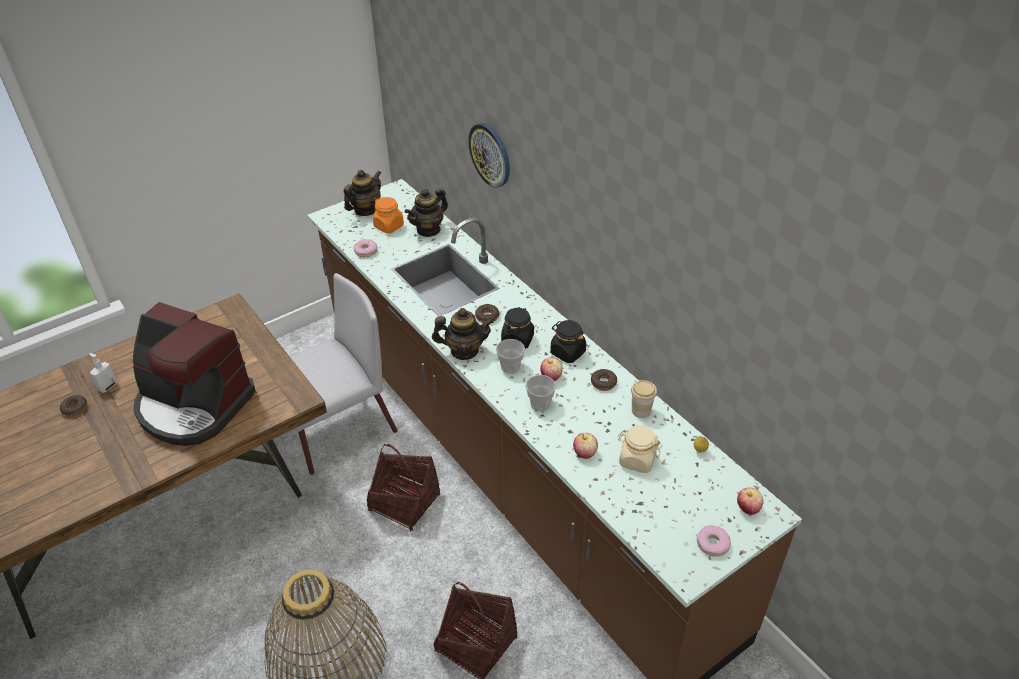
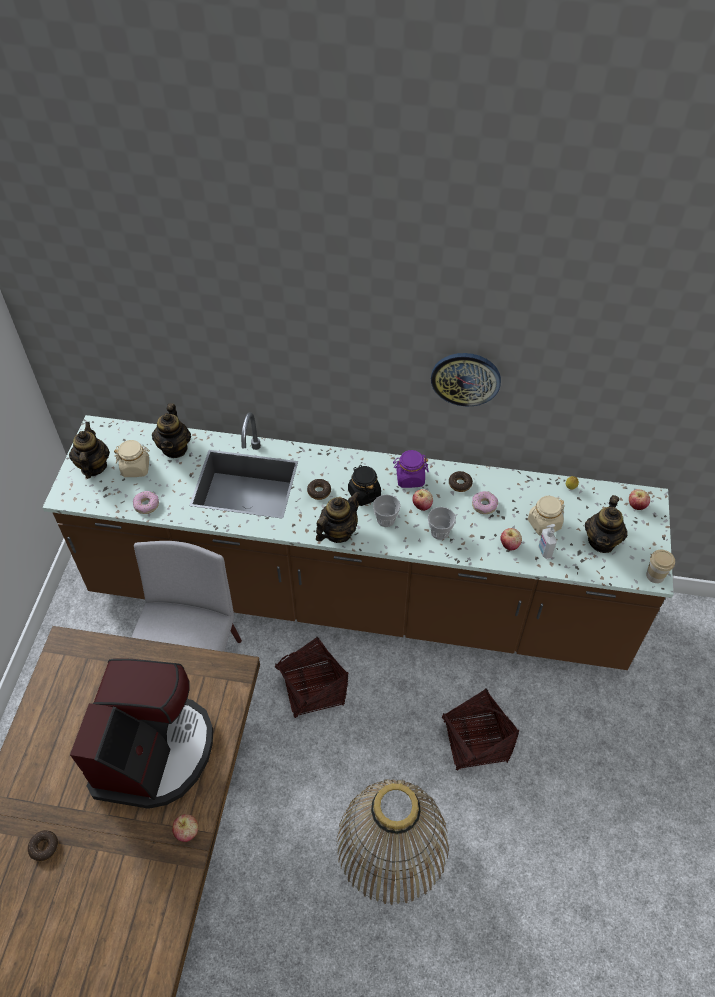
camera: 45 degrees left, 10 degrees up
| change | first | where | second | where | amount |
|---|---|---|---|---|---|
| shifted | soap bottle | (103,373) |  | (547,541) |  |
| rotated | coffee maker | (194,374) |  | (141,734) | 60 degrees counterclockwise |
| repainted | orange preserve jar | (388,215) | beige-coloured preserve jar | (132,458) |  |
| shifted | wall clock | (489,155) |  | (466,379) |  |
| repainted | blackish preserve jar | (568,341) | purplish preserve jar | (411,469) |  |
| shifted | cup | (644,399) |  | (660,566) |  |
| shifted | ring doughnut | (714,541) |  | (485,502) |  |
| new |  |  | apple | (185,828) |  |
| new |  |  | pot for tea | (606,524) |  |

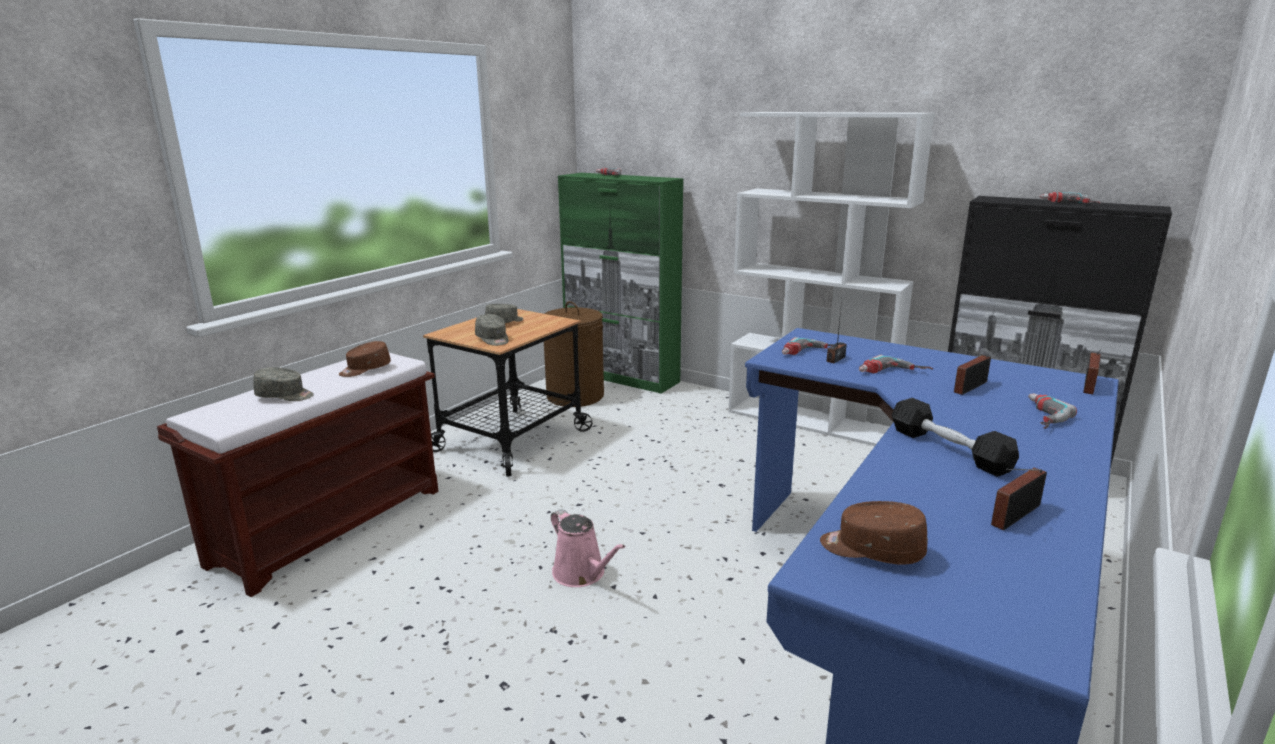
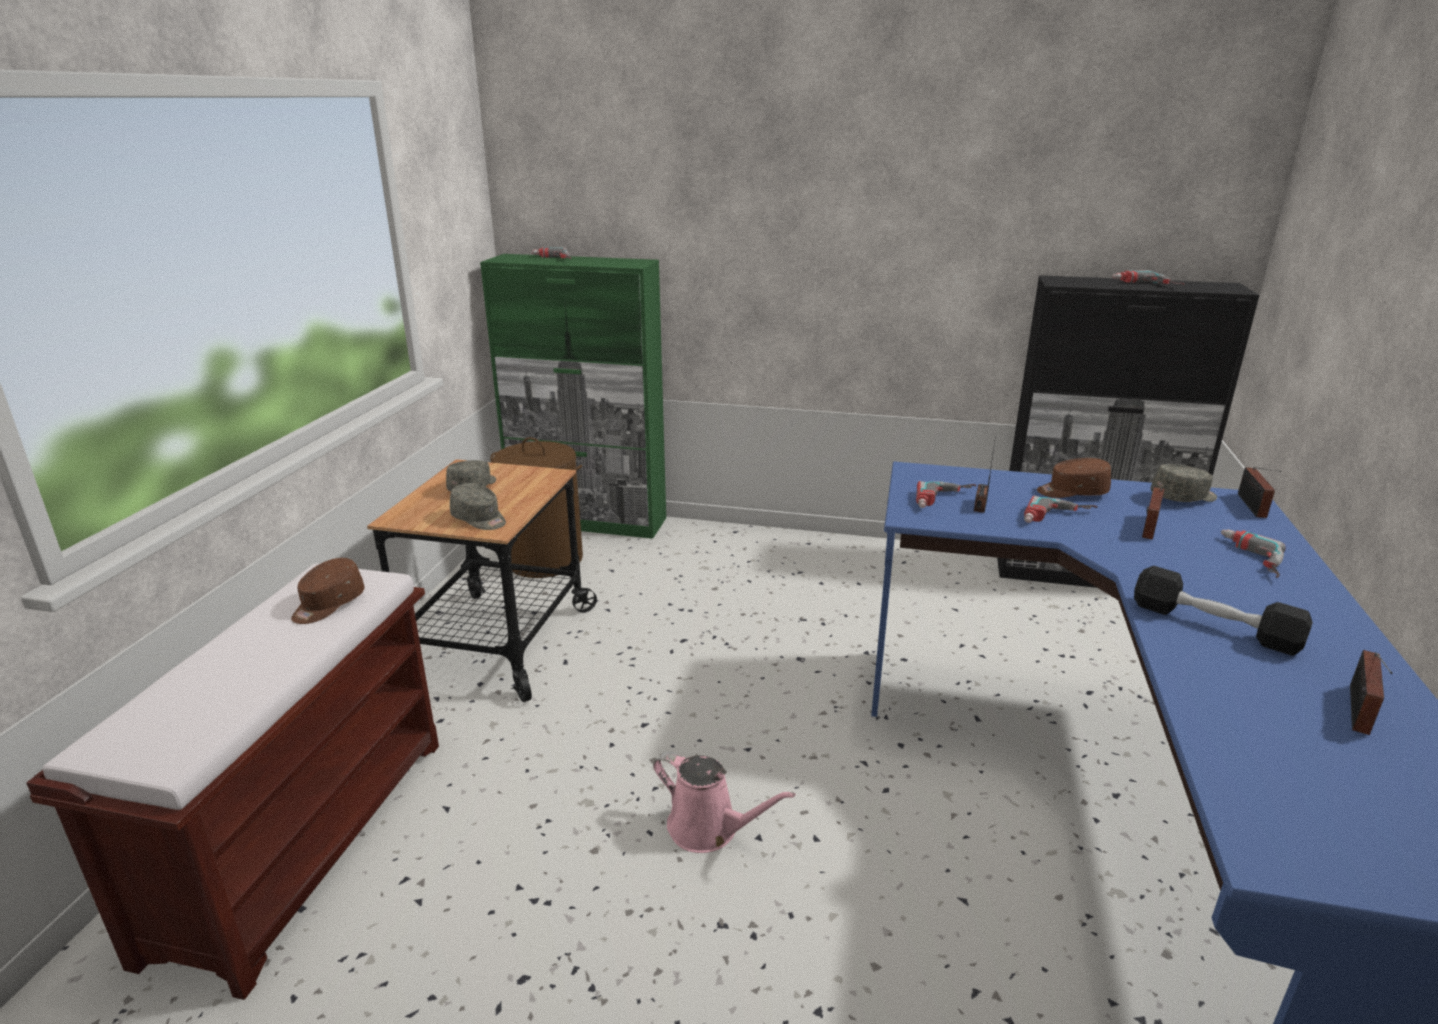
camera: 20 degrees left, 5 degrees up
| change | first | where | second | where | amount |
|---|---|---|---|---|---|
| shifted | greyish cap | (283,384) |  | (1183,483) |  |
| gone | whitish shelving unit | (831,279) |  |  |  |
| shifted | brown-coloured cap | (874,533) |  | (1074,478) |  |

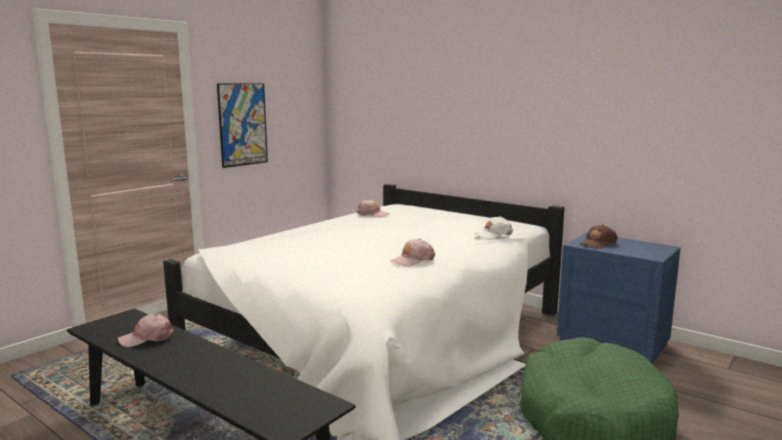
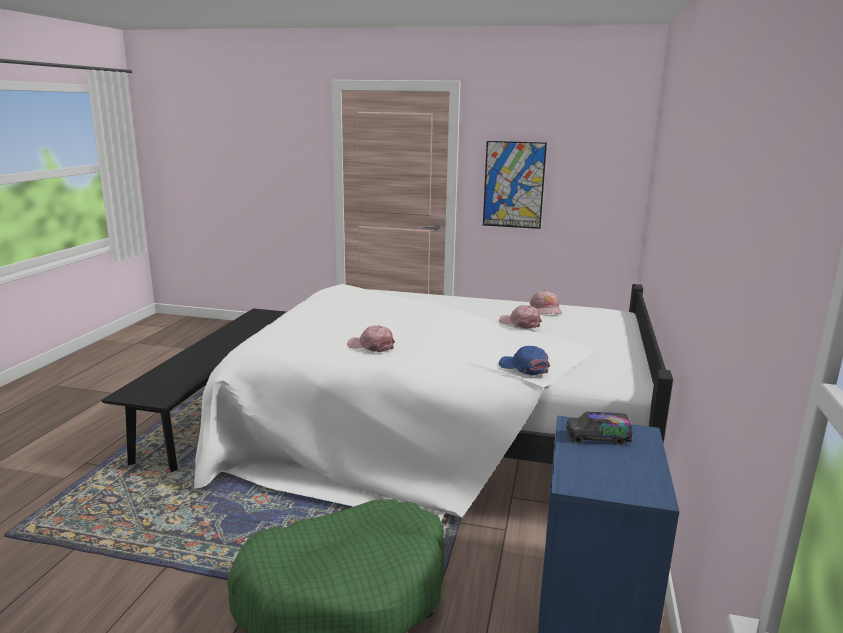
camera: 65 degrees right, 5 degrees up
| change | first | where | second | where | amount |
|---|---|---|---|---|---|
| shifted | pinkish cap | (146,330) |  | (520,317) |  |
| repainted | whitish cap | (493,227) | bluish cap | (524,361) |  |
| swapped | brown-coloured cap | (599,236) | toy lorry | (599,428) |  |

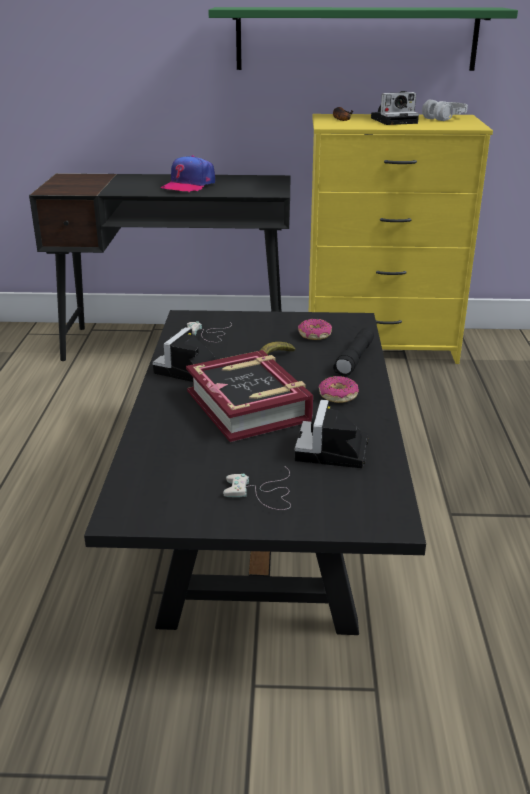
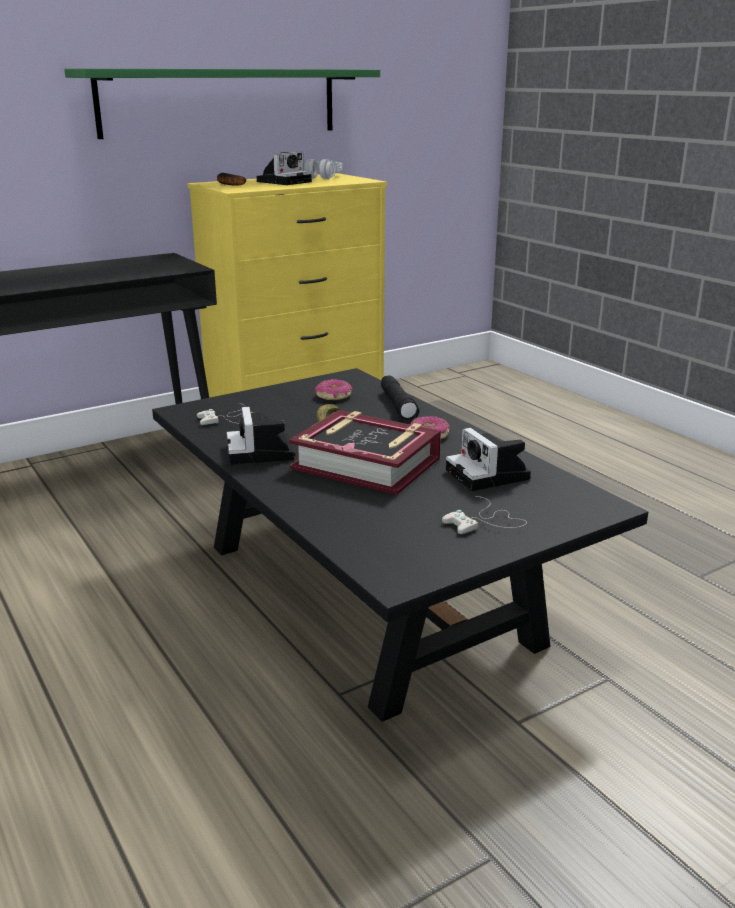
camera: 35 degrees left, 5 degrees down
| change | first | where | second | where | amount |
|---|---|---|---|---|---|
| gone | cap | (188,173) |  |  |  |

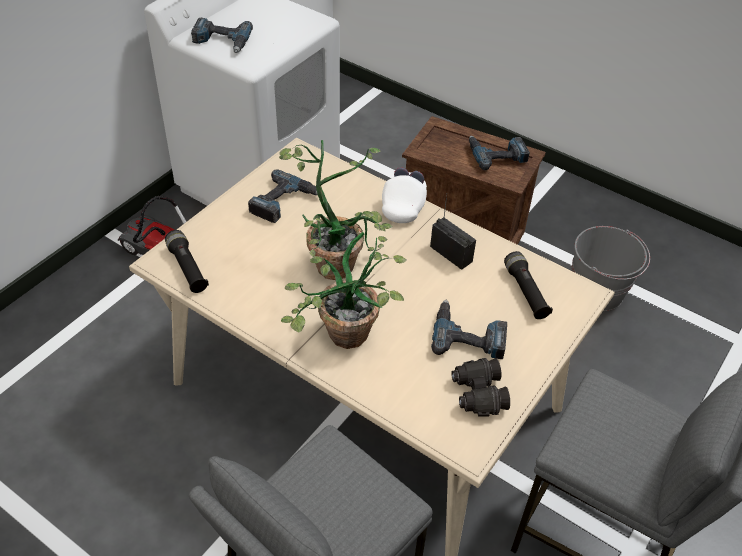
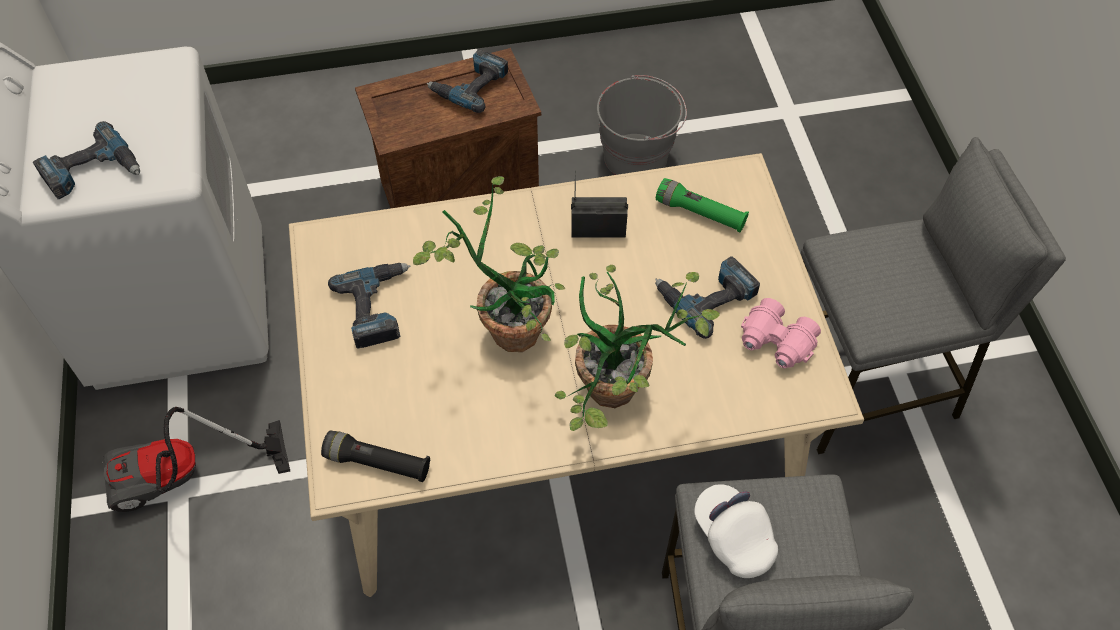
camera: 45 degrees left, 10 degrees up
| change | first | where | second | where | amount |
|---|---|---|---|---|---|
| shifted | whitish cap | (404,195) |  | (736,531) |  |
| repainted | blackish pair of binoculars | (480,387) | pinkish pair of binoculars | (781,333) |  |
| repainted | blackish hand torch | (528,285) | green hand torch | (702,205) |  |

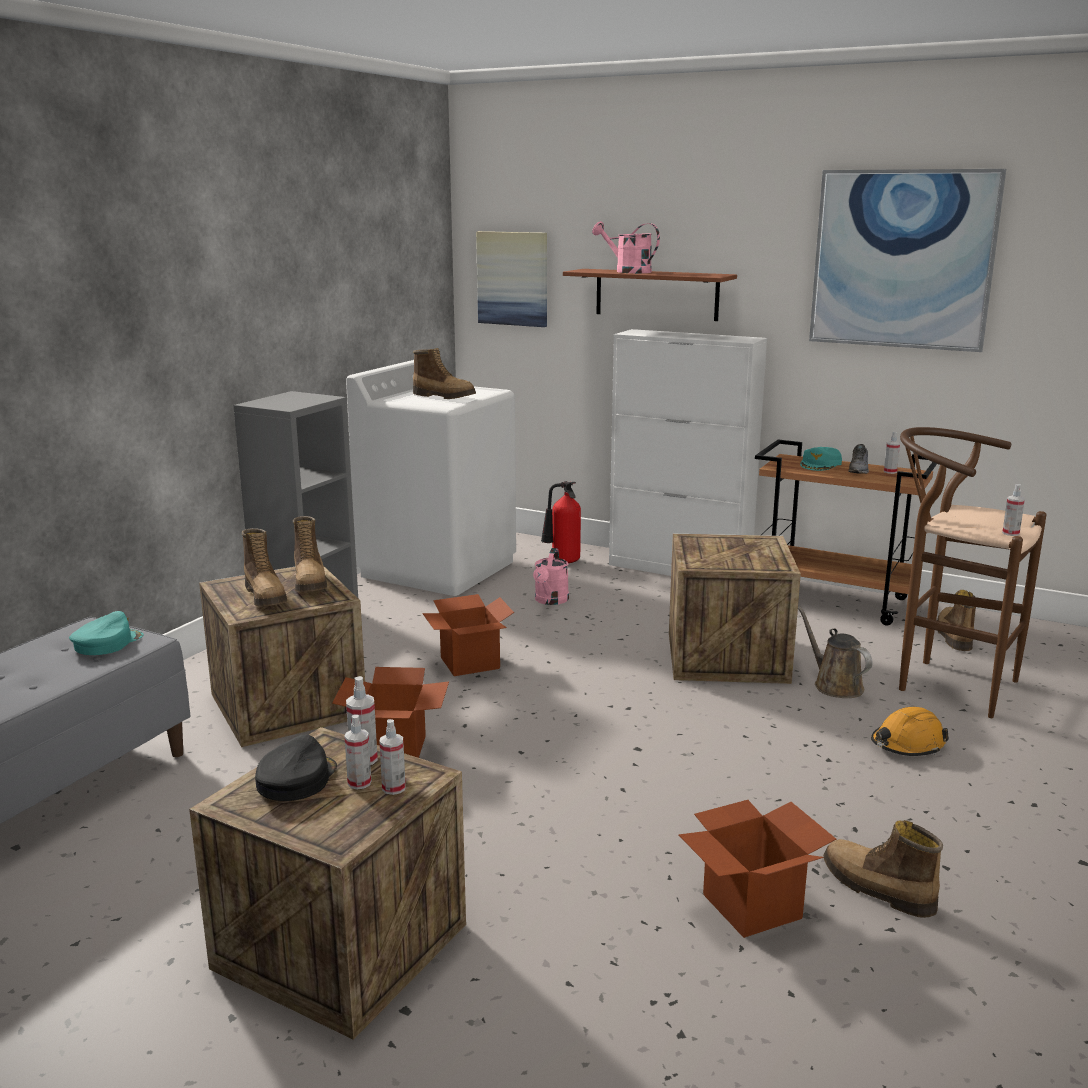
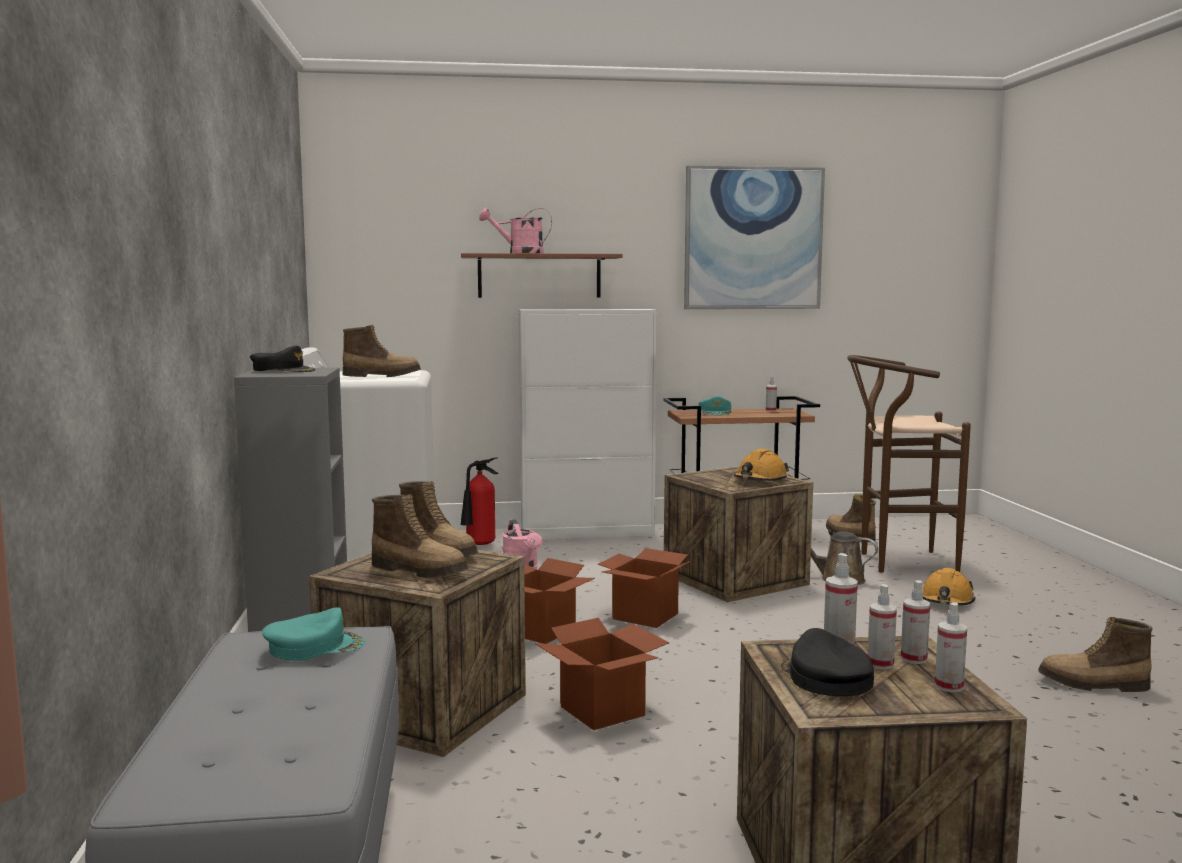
camera: 35 degrees left, 10 degrees down
| change | first | where | second | where | amount |
|---|---|---|---|---|---|
| rotated | turquoise cap | (106,633) |  | (313,634) | 75 degrees clockwise |
| gone | wall picture | (511,279) |  |  |  |
| shifted | packing box | (757,869) |  | (645,588) |  |
| gone | greyish item of footwear | (858,459) |  |  |  |
| shifted | spray bottle | (1013,510) |  | (951,647) |  |
| new |  |  | blackish cap | (282,359) |  |
| new |  |  | orange safety helmet | (761,465) |  |

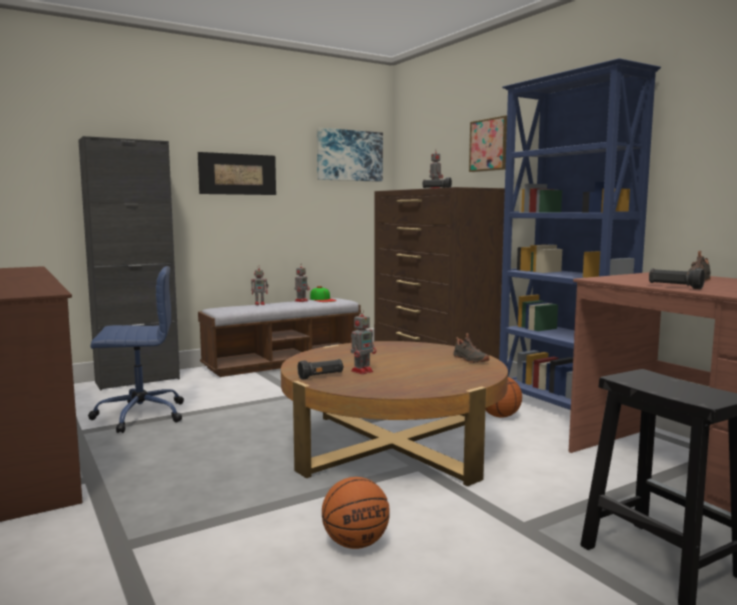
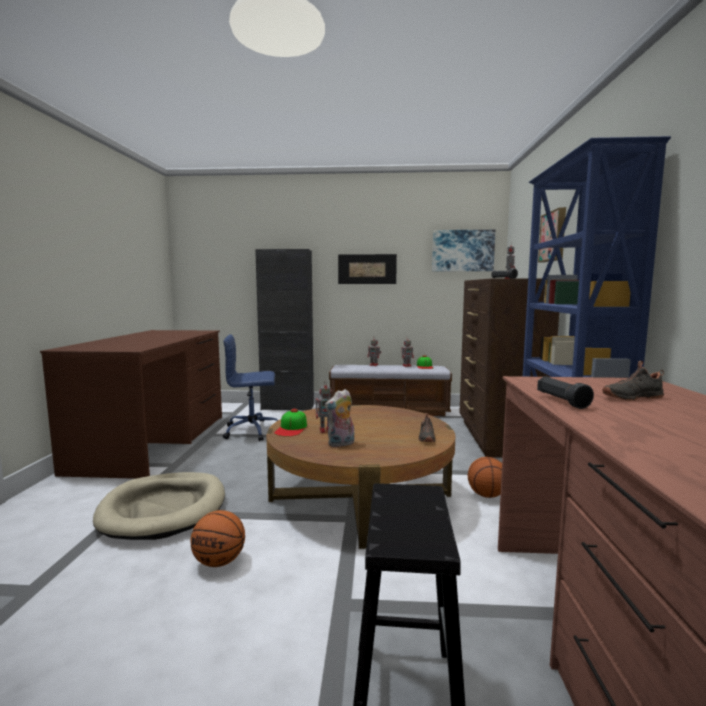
camera: 35 degrees right, 0 degrees up
| change | first | where | second | where | amount |
|---|---|---|---|---|---|
| rotated | bluish computer chair | (136,349) |  | (250,387) | 150 degrees clockwise |
| swapped | blackish hand torch | (320,369) | cap | (291,423) |  |
| new |  |  | beige-coloured dog bed | (159,506) |  |
| new |  |  | soft toy | (339,418) |  |

